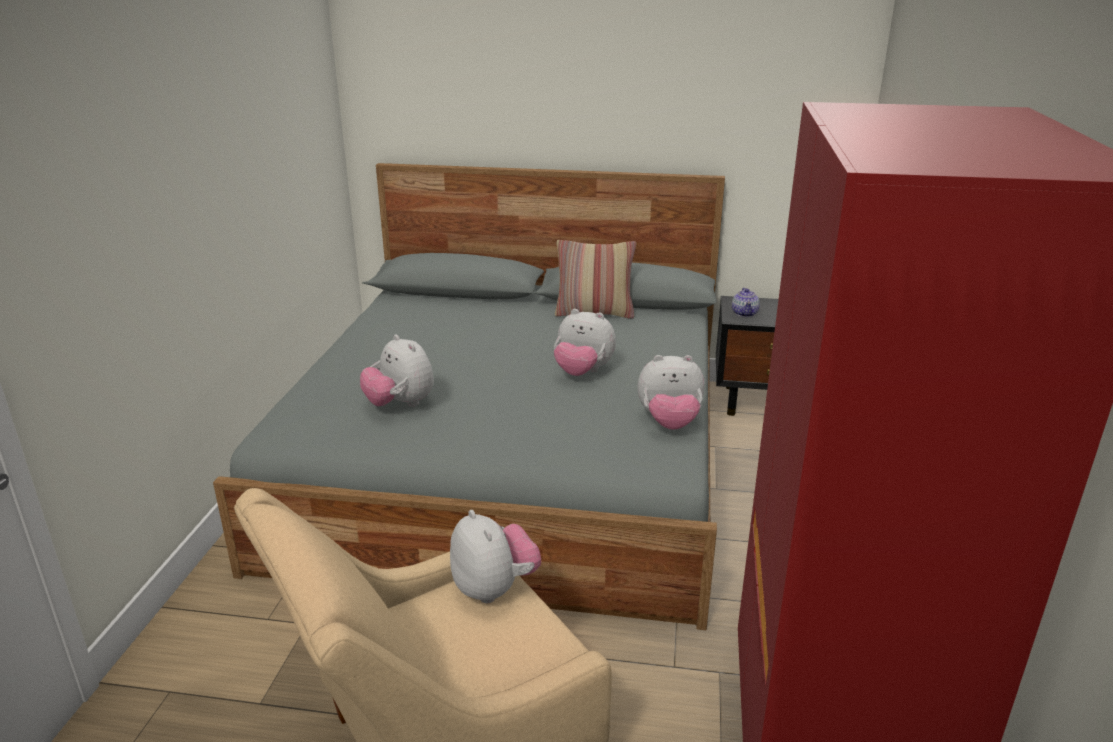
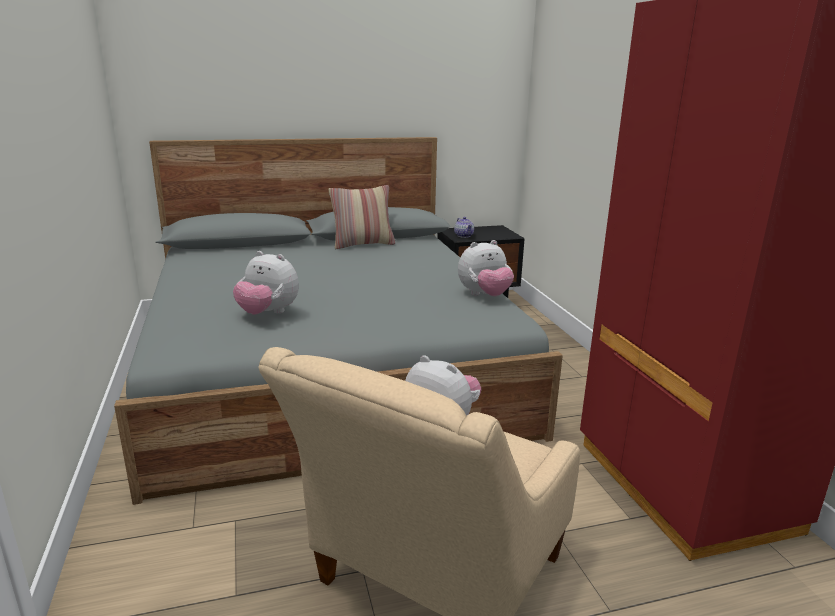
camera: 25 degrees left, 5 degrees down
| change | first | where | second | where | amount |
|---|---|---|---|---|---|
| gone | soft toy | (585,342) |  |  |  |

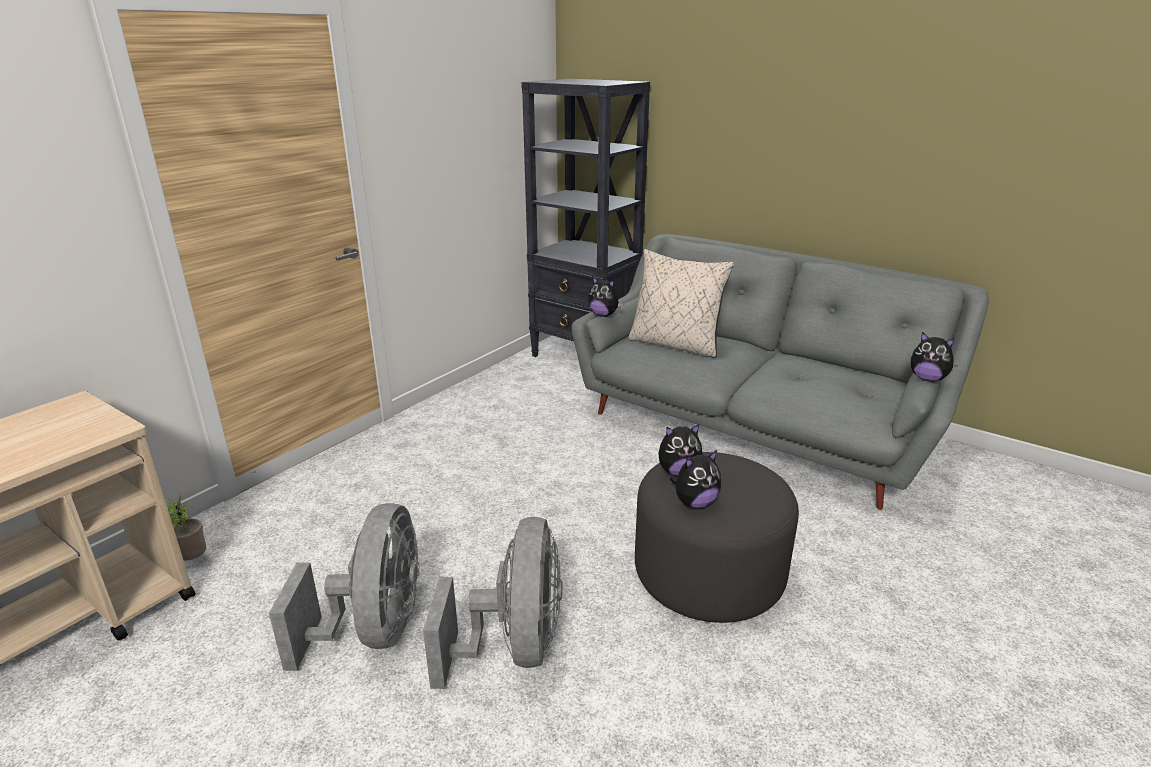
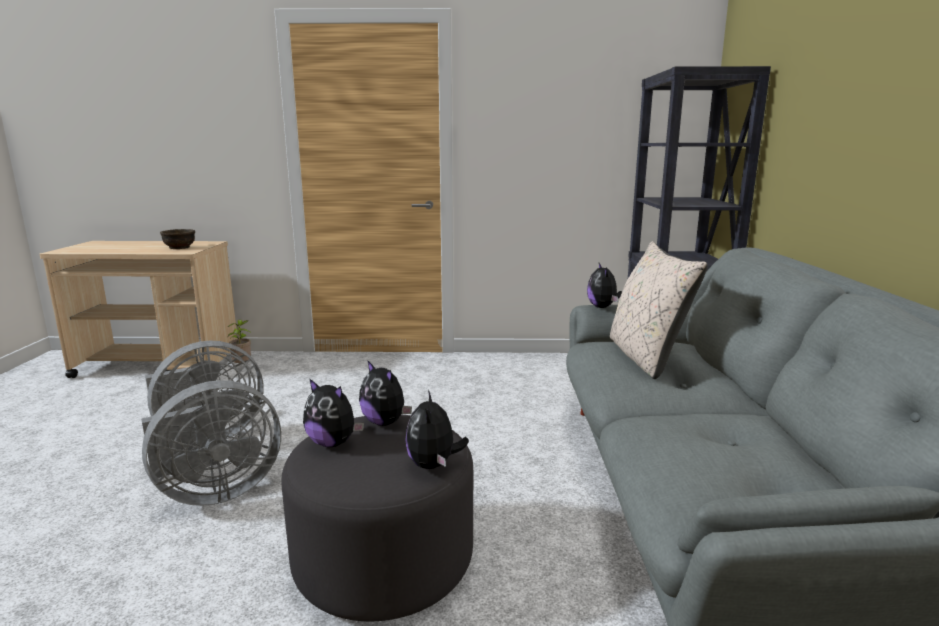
camera: 55 degrees right, 10 degrees down
| change | first | where | second | where | amount |
|---|---|---|---|---|---|
| shifted | soft toy | (934,357) |  | (437,429) |  |
| new |  |  | brown-coloured deep dish | (177,239) |  |

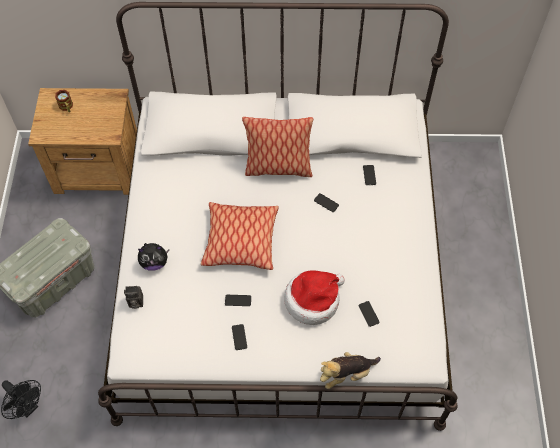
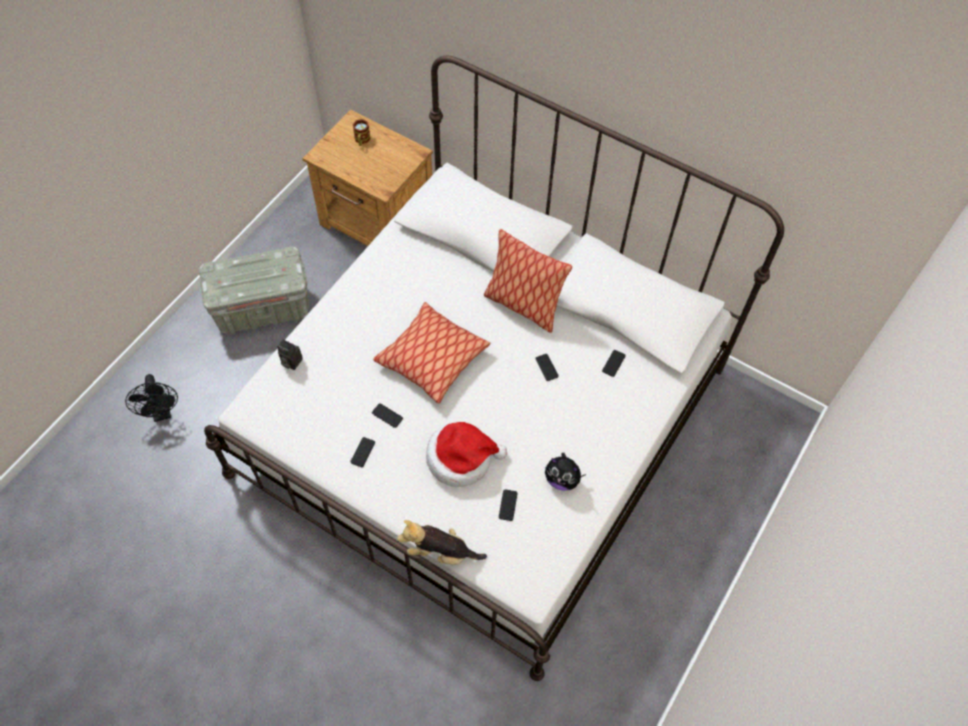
camera: 30 degrees right, 0 degrees up
| change | first | where | second | where | amount |
|---|---|---|---|---|---|
| shifted | soft toy | (153,257) |  | (565,472) |  |

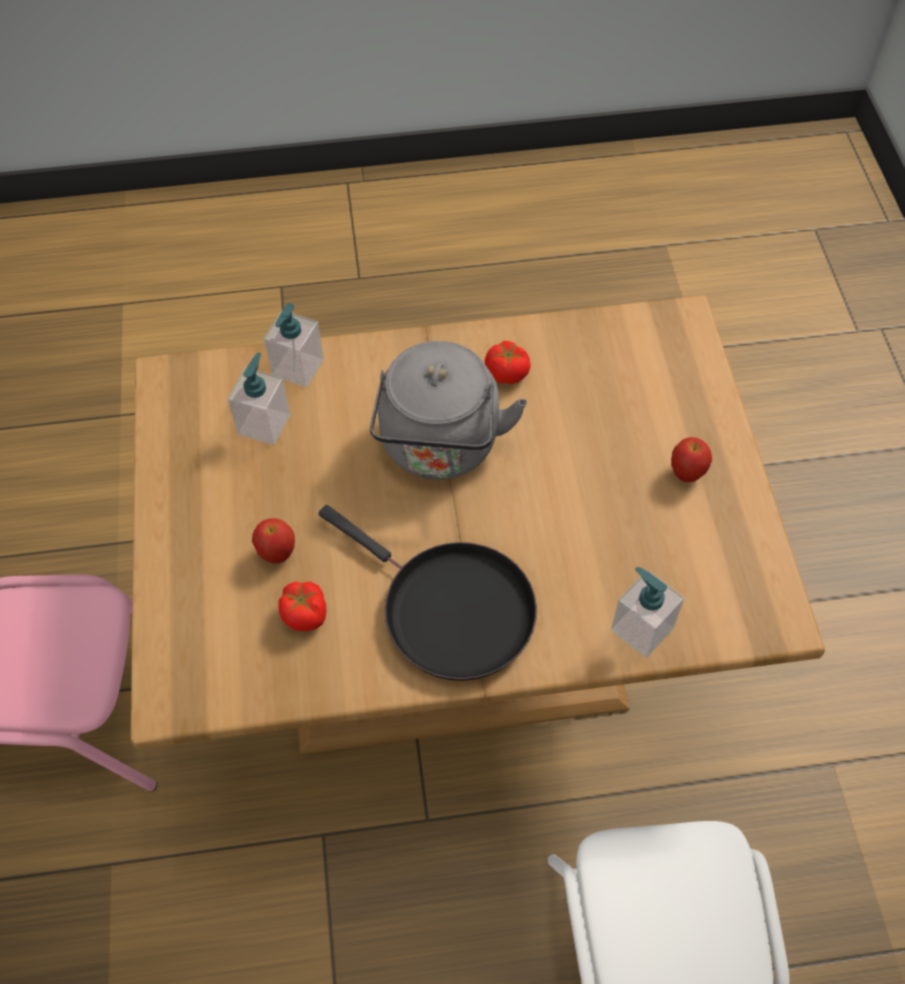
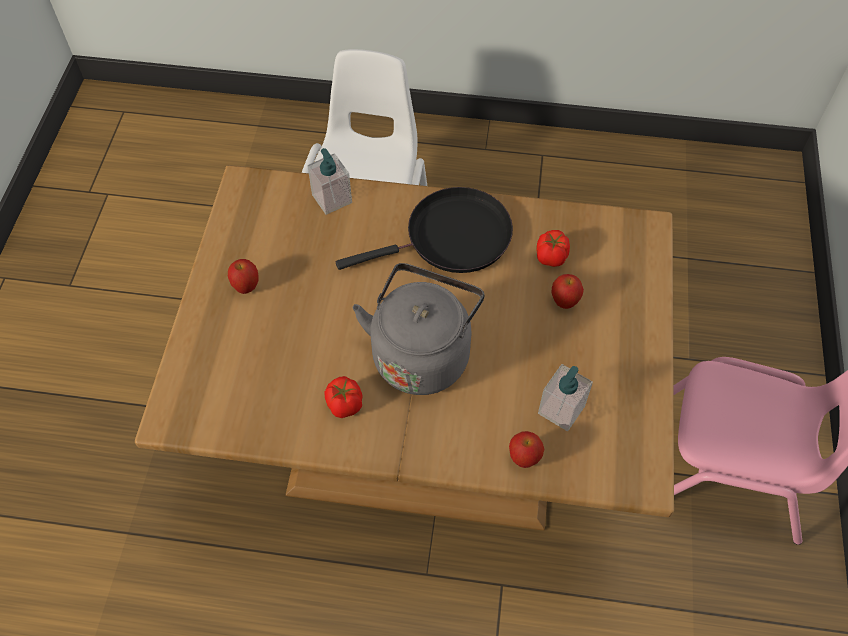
camera: 165 degrees left, 0 degrees up
| change | first | where | second | where | amount |
|---|---|---|---|---|---|
| swapped | soap bottle | (294,345) | apple | (526,449) |  |
| rotated | blackish skillet | (428,593) |  | (424,230) | 105 degrees clockwise |

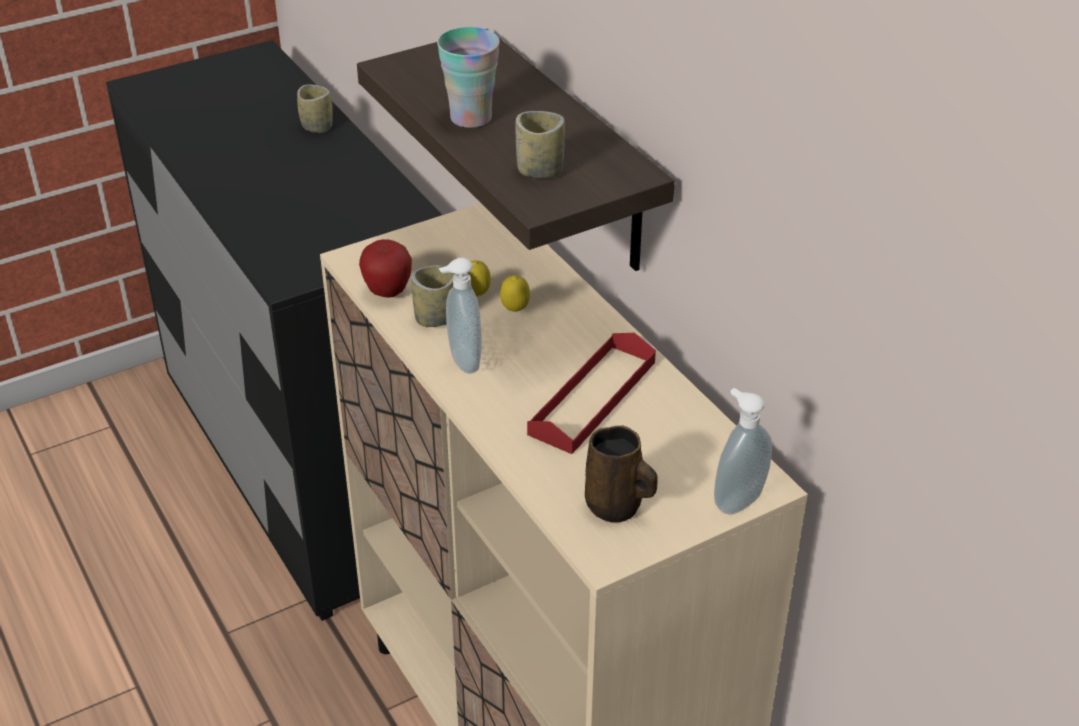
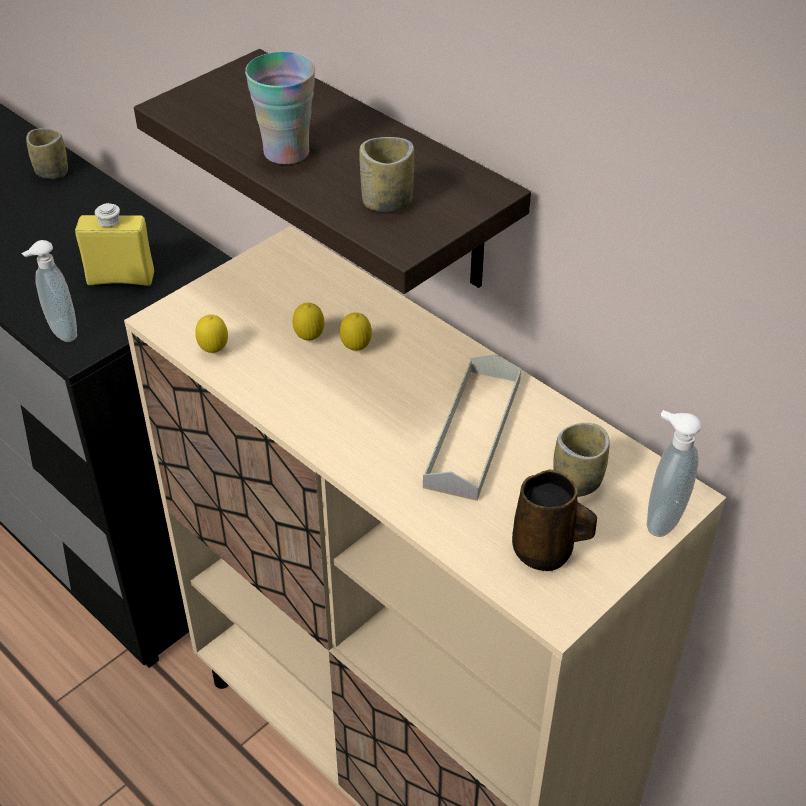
camera: 15 degrees left, 5 degrees up
| change | first | where | second | where | amount |
|---|---|---|---|---|---|
| swapped | apple | (385,268) | lemon | (211,334) |  |
| shifted | cup | (433,296) |  | (581,460) |  |
| shifted | soap bottle | (460,316) |  | (49,291) |  |
| repainted | reddish carrying tray | (591,393) | greyish carrying tray | (472,427) |  |
| new |  |  | yellow-coloured bottle | (114,244) |  |

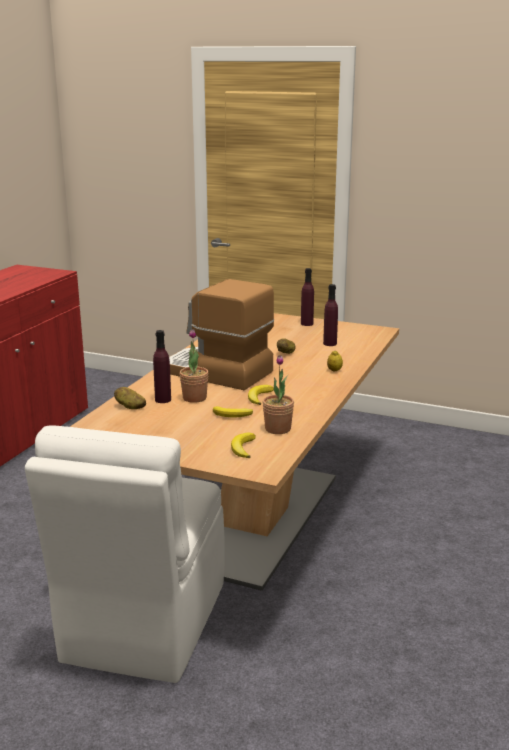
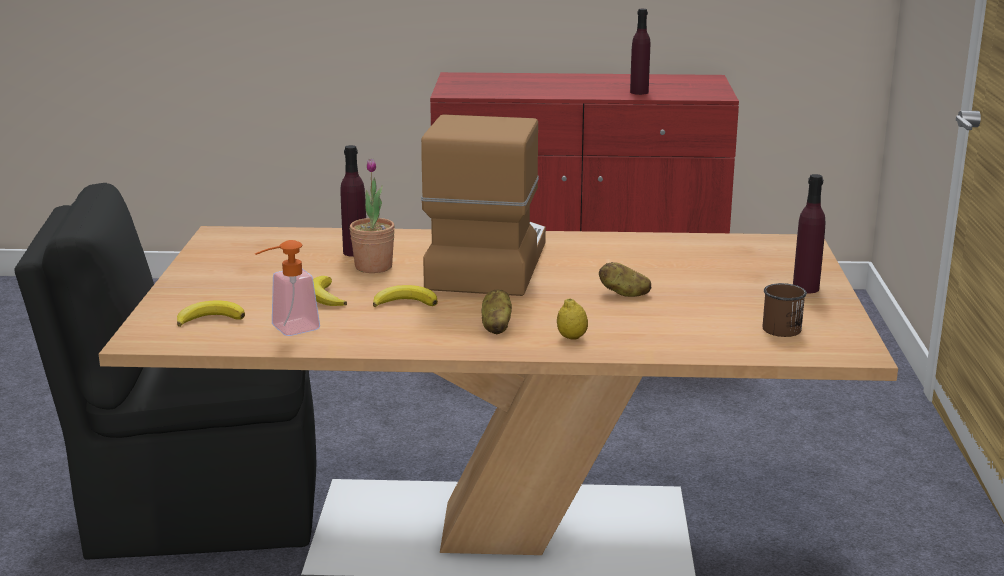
camera: 70 degrees right, 0 degrees up
| change | first | where | second | where | amount |
|---|---|---|---|---|---|
| repainted | whitish upright chair | (125,554) | blackish upright chair | (166,371) |  |
| shifted | potato | (130,398) |  | (497,311) |  |
| swapped | houseplant | (278,394) | soap bottle | (287,288) |  |
| shifted | purplish bottle | (330,315) |  | (640,52) |  |
| new |  |  | brown-coloured mug | (785,310) |  |

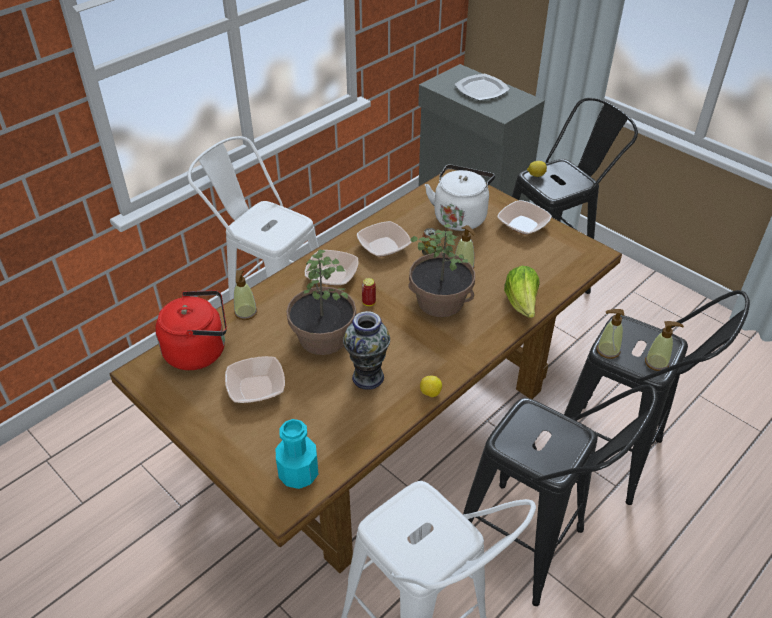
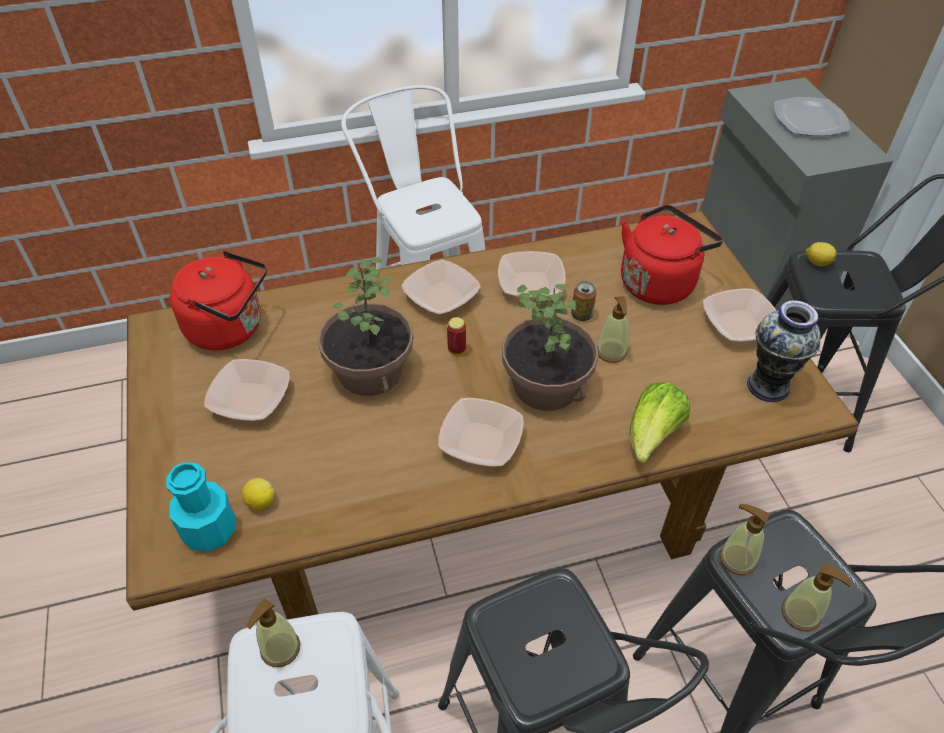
camera: 30 degrees right, 5 degrees up
| change | first | where | second | where | amount |
|---|---|---|---|---|---|
| shifted | soap bottle | (245,295) |  | (273,633) |  |
| shifted | vase | (366,350) |  | (784,351) |  |
| shifted | lemon | (431,386) |  | (258,494) |  |
| repainted | whitish water kettle | (460,198) | reddish water kettle | (672,255) |  |
| new |  |  | deep dish | (481,432) |  |

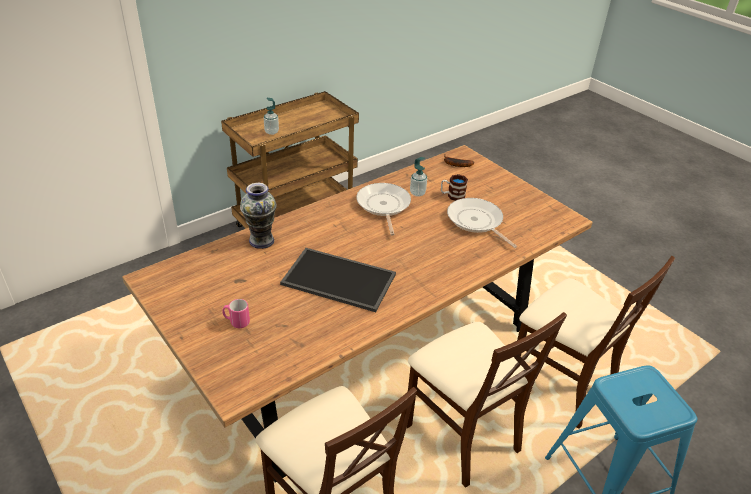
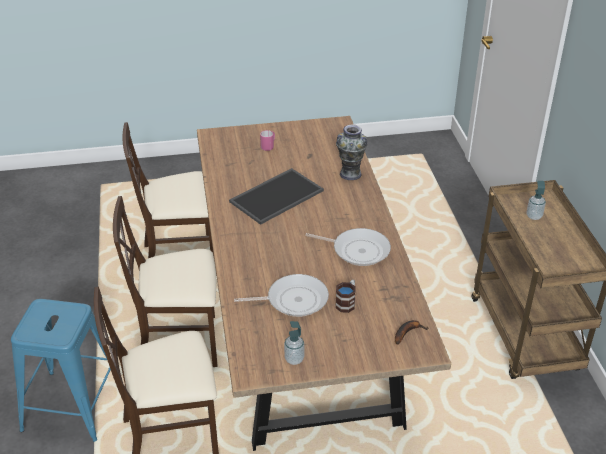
camera: 120 degrees right, 0 degrees up
| change | first | where | second | where | amount |
|---|---|---|---|---|---|
| shifted | soap bottle | (418,177) |  | (294,343) |  |

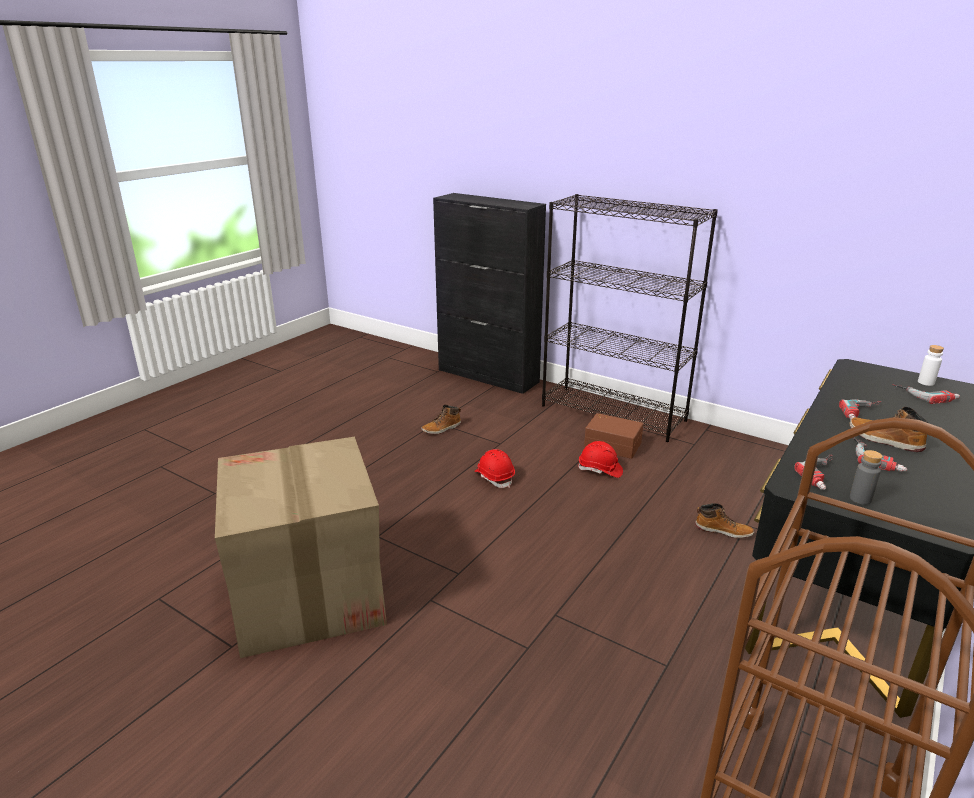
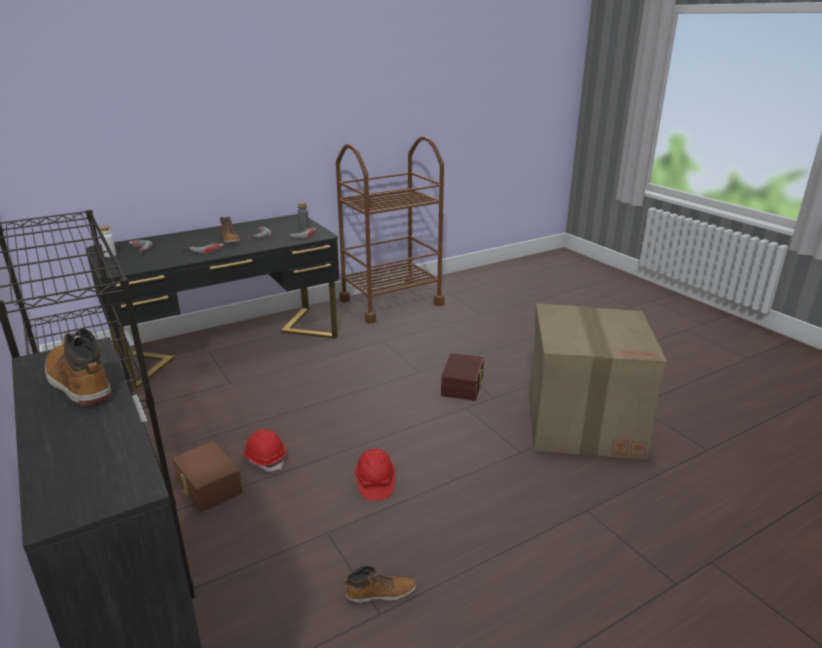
camera: 155 degrees left, 0 degrees up
| change | first | where | second | where | amount |
|---|---|---|---|---|---|
| shifted | tall boot | (724,520) |  | (78,367) |  |
| new |  |  | brown-coloured storage bin | (462,377) |  |

